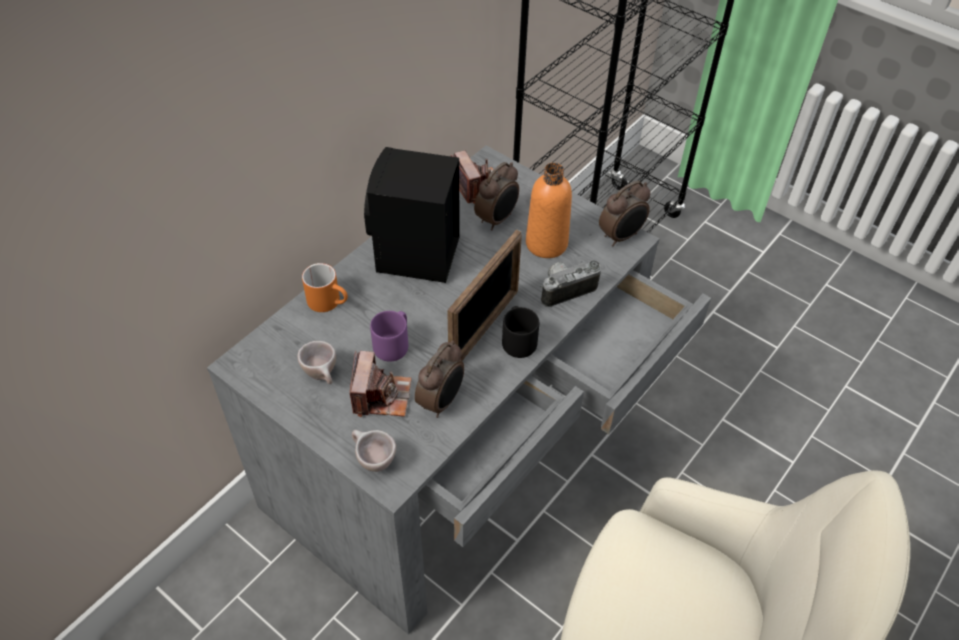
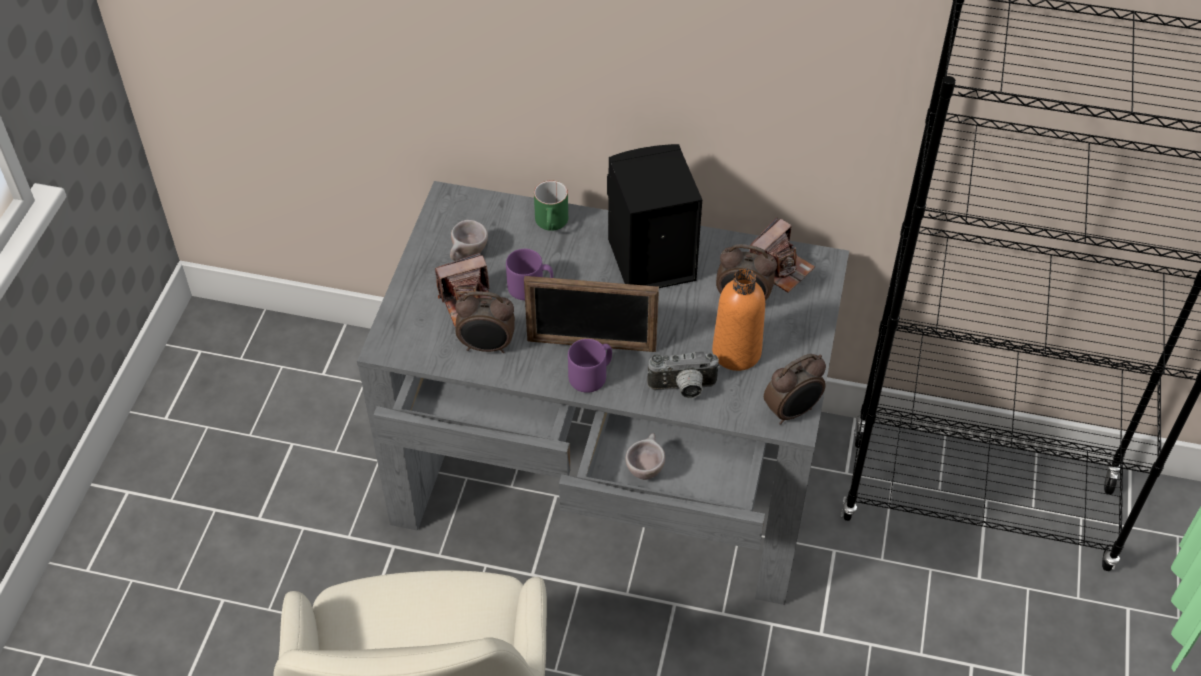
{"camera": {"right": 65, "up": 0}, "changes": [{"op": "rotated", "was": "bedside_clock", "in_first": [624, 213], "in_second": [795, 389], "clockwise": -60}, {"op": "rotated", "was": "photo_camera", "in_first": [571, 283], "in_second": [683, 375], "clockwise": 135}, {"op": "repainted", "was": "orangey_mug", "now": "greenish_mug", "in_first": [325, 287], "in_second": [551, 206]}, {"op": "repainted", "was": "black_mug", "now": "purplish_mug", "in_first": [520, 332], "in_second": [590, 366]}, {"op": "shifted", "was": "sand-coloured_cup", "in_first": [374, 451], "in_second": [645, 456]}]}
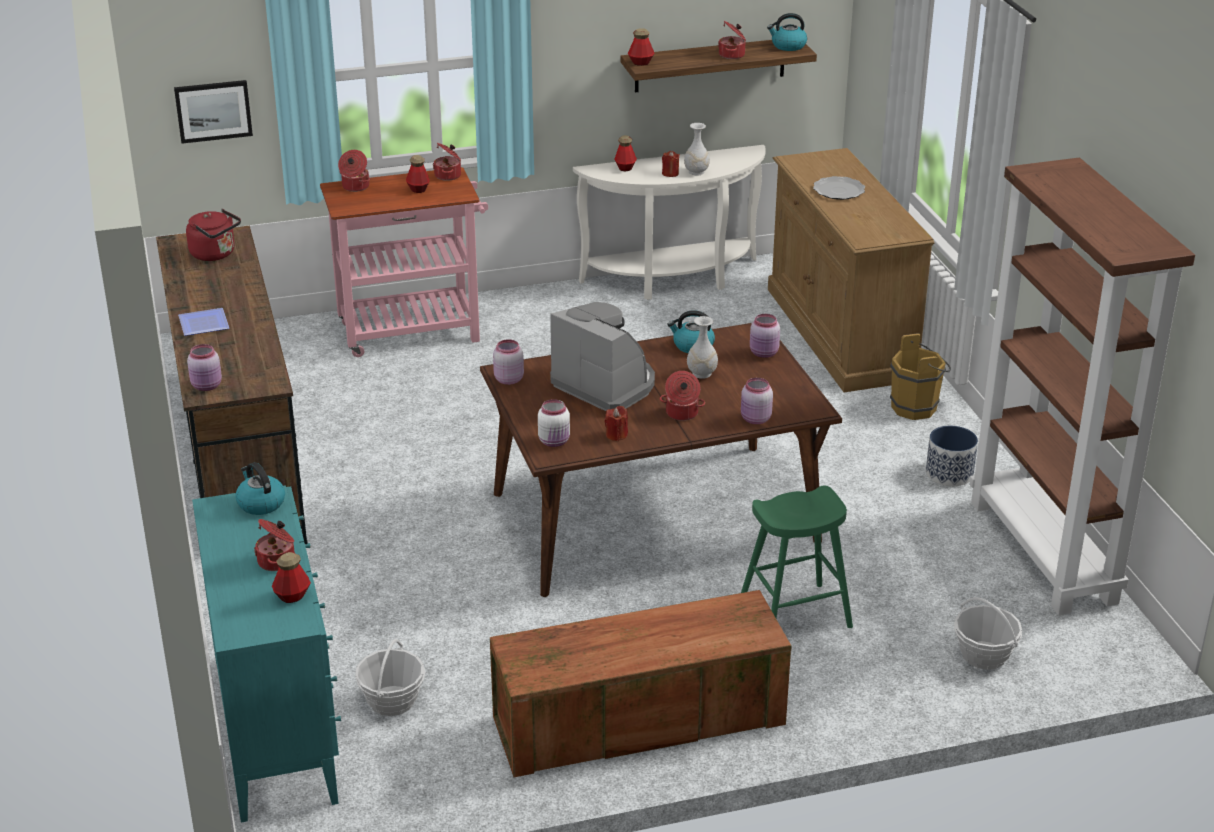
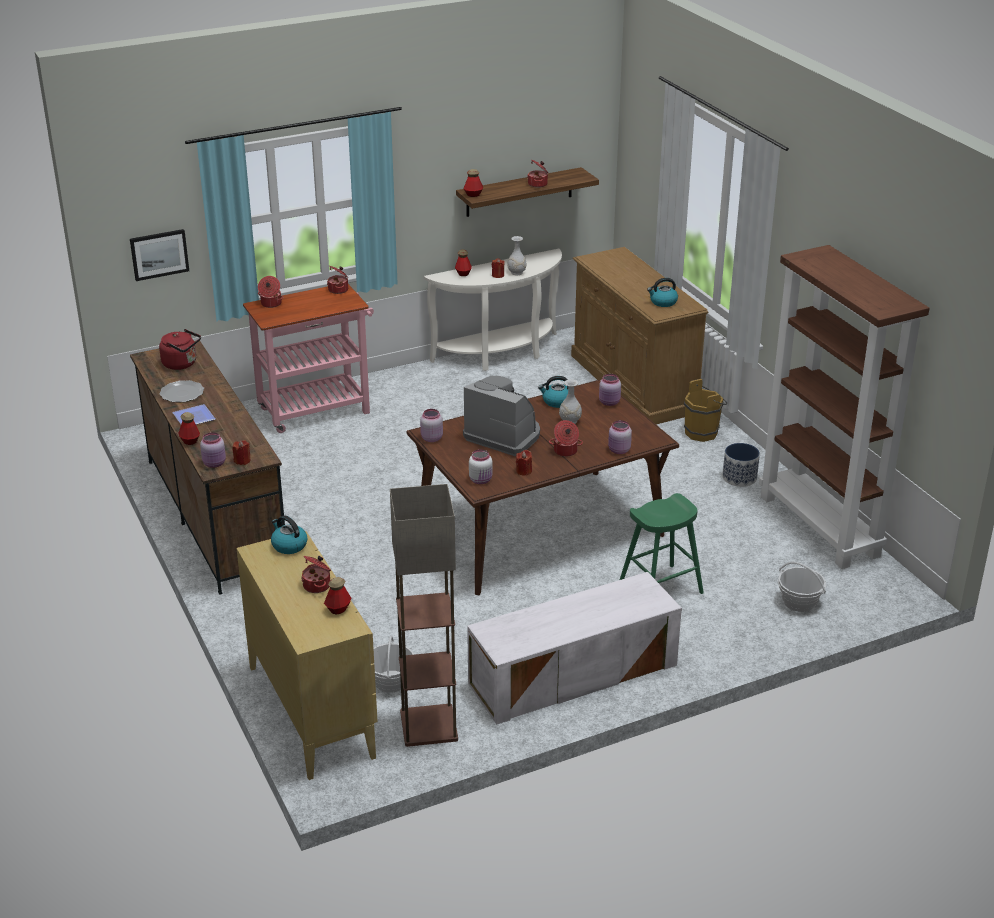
{"camera": {"right": -10, "up": 0}, "changes": [{"op": "shifted", "was": "water_kettle", "in_first": [787, 32], "in_second": [662, 292]}, {"op": "shifted", "was": "bottle", "in_first": [418, 174], "in_second": [189, 428]}, {"op": "shifted", "was": "flat_dish", "in_first": [839, 188], "in_second": [181, 391]}, {"op": "repainted", "was": "blue-green_drawer_chest", "now": "sand-coloured_drawer_chest", "in_first": [266, 654], "in_second": [307, 655]}, {"op": "repainted", "was": "brown_long_seat", "now": "white-coloured_long_seat", "in_first": [641, 683], "in_second": [574, 648]}, {"op": "new", "now": "red_wax_light", "in_second": [241, 452]}, {"op": "new", "now": "standard_lamp", "in_second": [424, 615]}]}
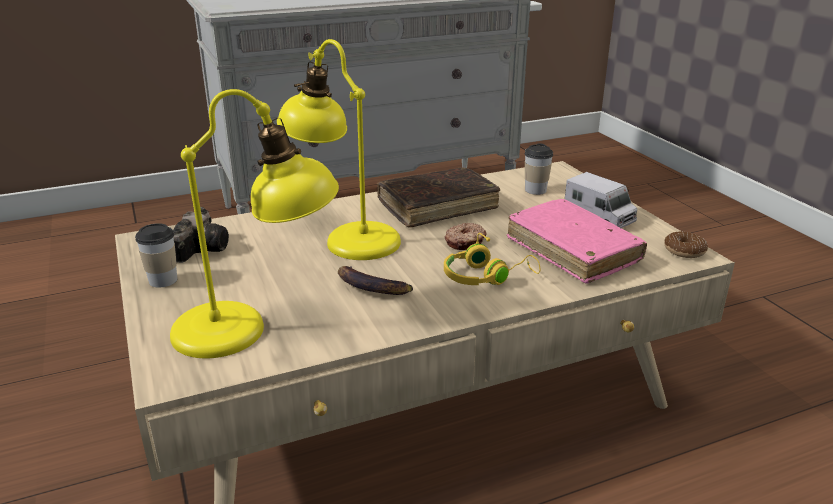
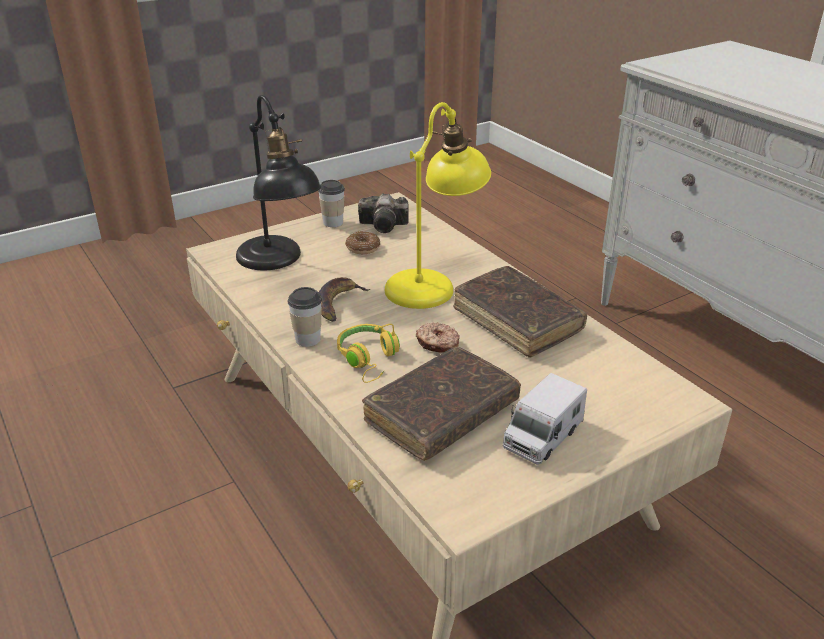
{"camera": {"right": 80, "up": 5}, "changes": [{"op": "repainted", "was": "yellow-coloured_lamp_for_a_table", "now": "black_lamp_for_a_table", "in_first": [254, 223], "in_second": [278, 182]}, {"op": "shifted", "was": "cup", "in_first": [538, 169], "in_second": [304, 317]}, {"op": "repainted", "was": "pink_volume", "now": "brown_volume", "in_first": [577, 241], "in_second": [441, 403]}, {"op": "shifted", "was": "doughnut", "in_first": [686, 244], "in_second": [362, 242]}]}
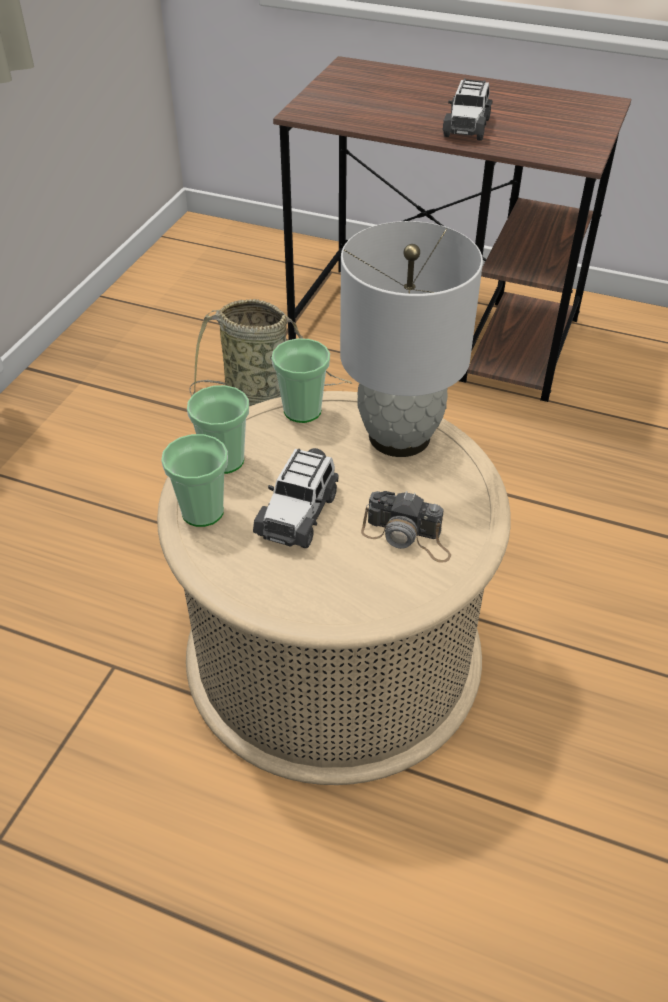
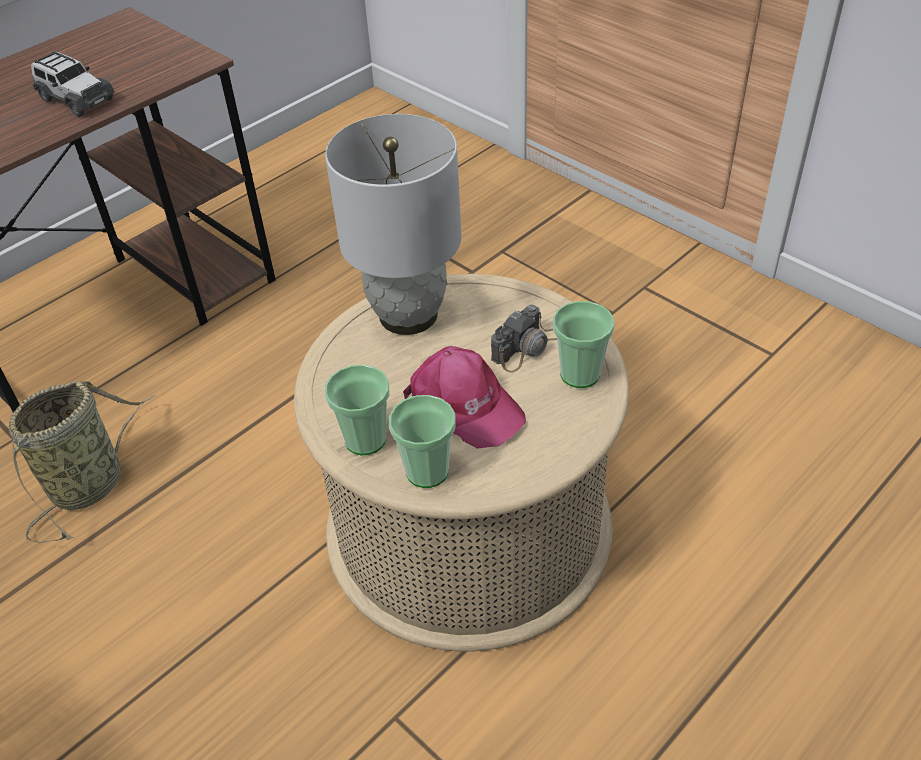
{"camera": {"right": -65, "up": 0}, "changes": [{"op": "shifted", "was": "cup", "in_first": [301, 380], "in_second": [583, 344]}, {"op": "swapped", "was": "miniature_car", "now": "pink_baseball_cap", "in_first": [295, 498], "in_second": [464, 397]}]}
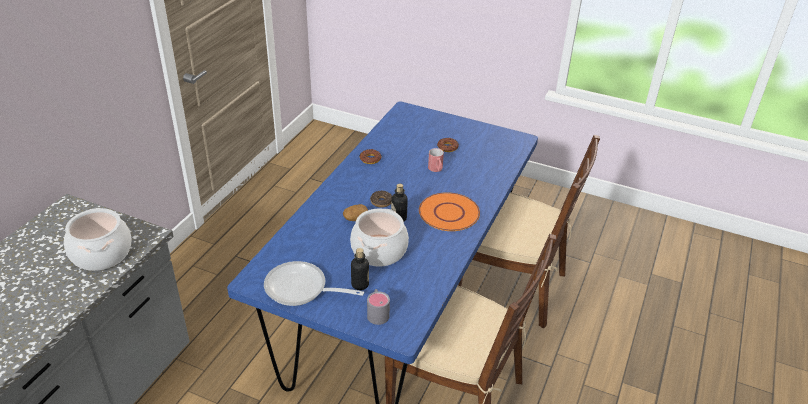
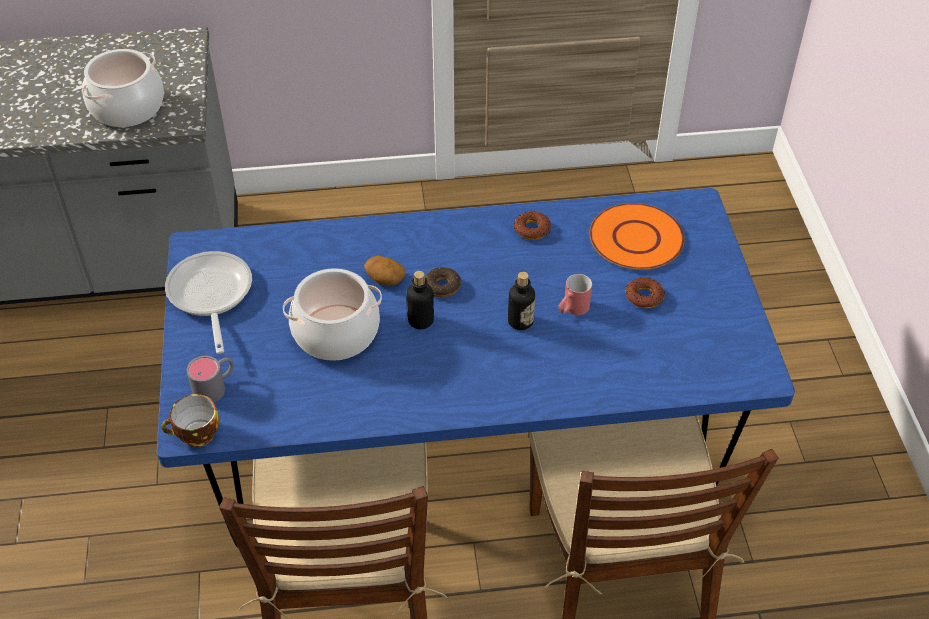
{"camera": {"right": 60, "up": 10}, "changes": [{"op": "shifted", "was": "orangey_flat_dish", "in_first": [449, 211], "in_second": [637, 236]}, {"op": "shifted", "was": "bottle", "in_first": [360, 269], "in_second": [521, 301]}, {"op": "new", "now": "cup", "in_second": [190, 420]}]}
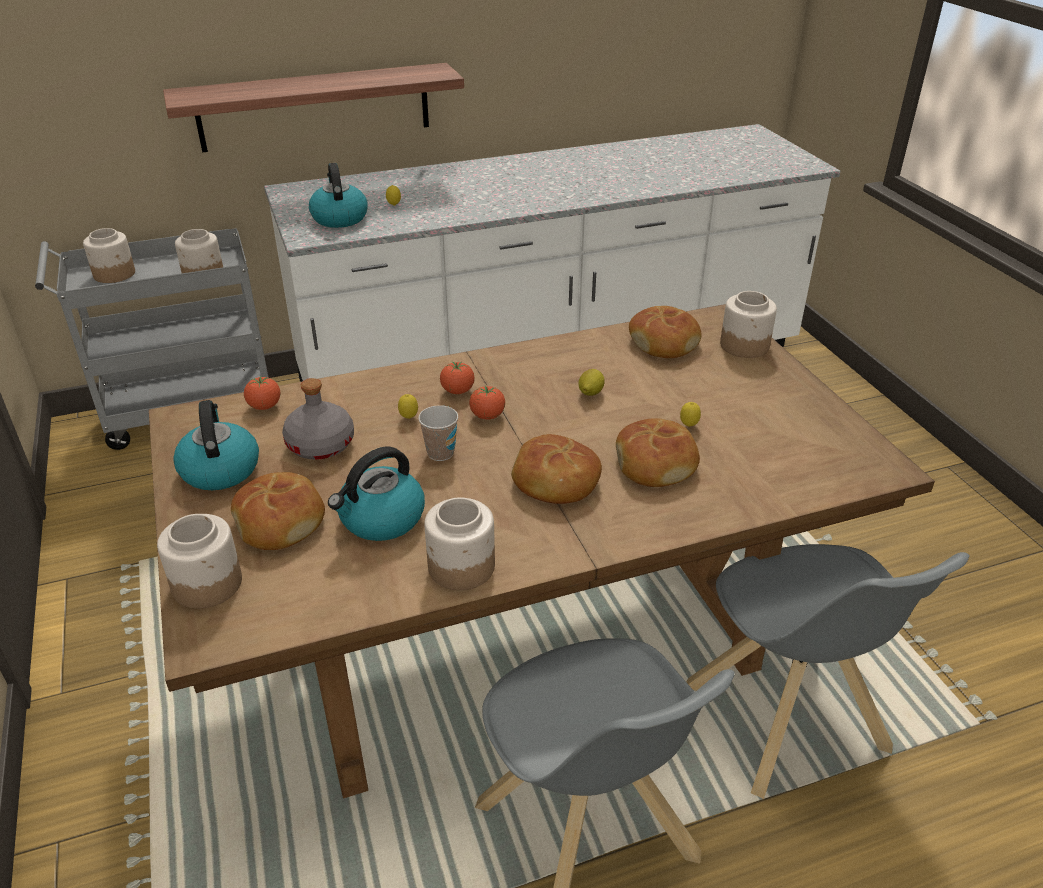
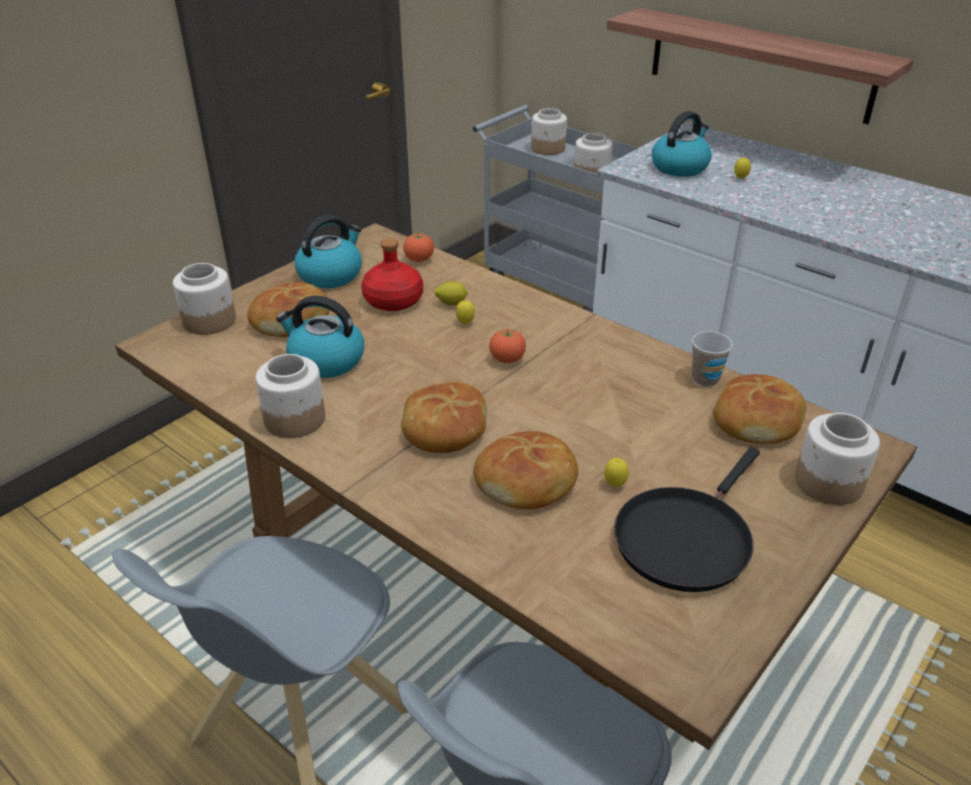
{"camera": {"right": 60, "up": 0}, "changes": [{"op": "gone", "was": "fresh_tomato", "in_first": [457, 378]}, {"op": "shifted", "was": "citrus_fruit", "in_first": [591, 382], "in_second": [451, 293]}, {"op": "repainted", "was": "greyish_bottle", "now": "red_bottle", "in_first": [318, 419], "in_second": [392, 274]}, {"op": "shifted", "was": "cup", "in_first": [438, 433], "in_second": [712, 359]}, {"op": "new", "now": "black_skillet", "in_second": [687, 519]}]}
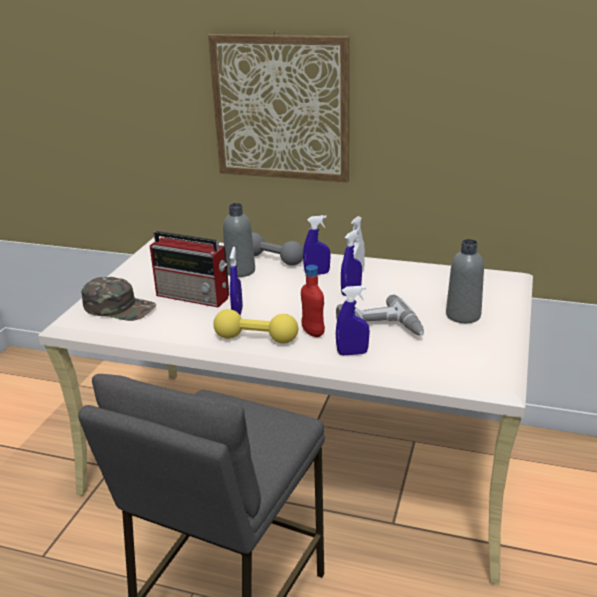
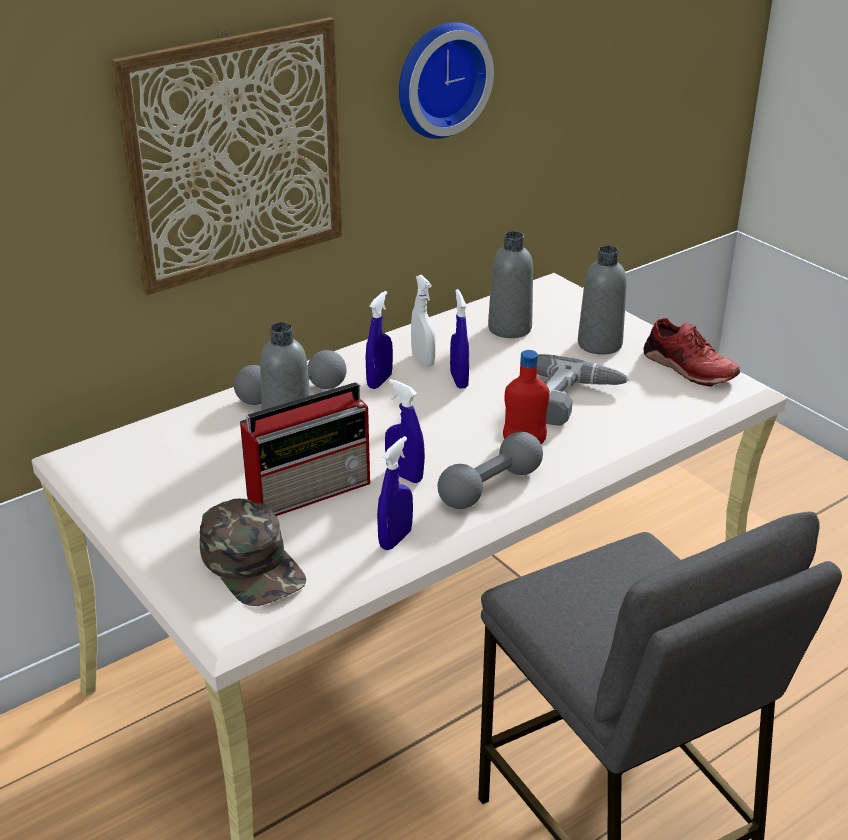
{"camera": {"right": -55, "up": 5}, "changes": [{"op": "rotated", "was": "greenish_baseball_cap", "in_first": [118, 299], "in_second": [253, 552], "clockwise": 90}, {"op": "shifted", "was": "blue-coloured_sprayer", "in_first": [353, 320], "in_second": [395, 493]}, {"op": "repainted", "was": "yellow-coloured_dumbbell", "now": "greyish_dumbbell", "in_first": [255, 326], "in_second": [490, 470]}, {"op": "new", "now": "hanging_clock", "in_second": [446, 80]}, {"op": "new", "now": "greyish_bottle", "in_second": [510, 284]}, {"op": "new", "now": "red_low_shoe", "in_second": [692, 352]}]}
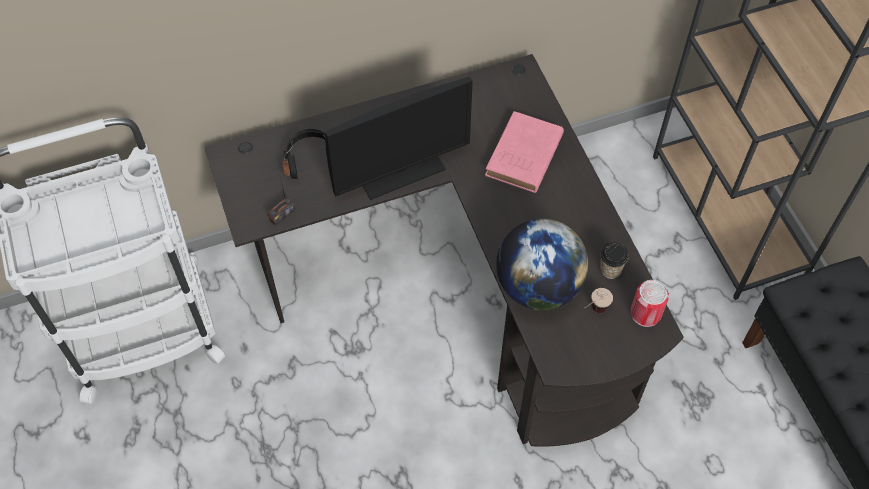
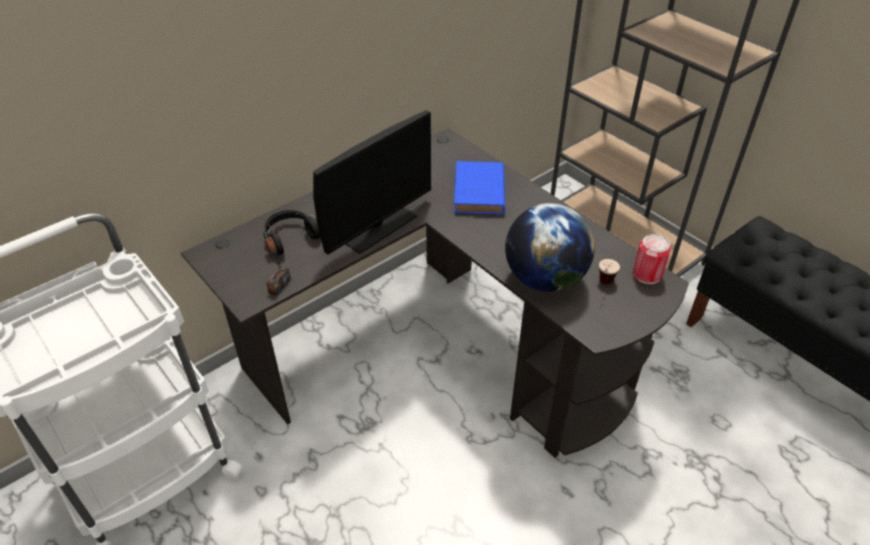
{"camera": {"right": -20, "up": -15}, "changes": [{"op": "repainted", "was": "pink_volume", "now": "blue-coloured_volume", "in_first": [524, 152], "in_second": [479, 187]}, {"op": "gone", "was": "cup", "in_first": [614, 260]}]}
